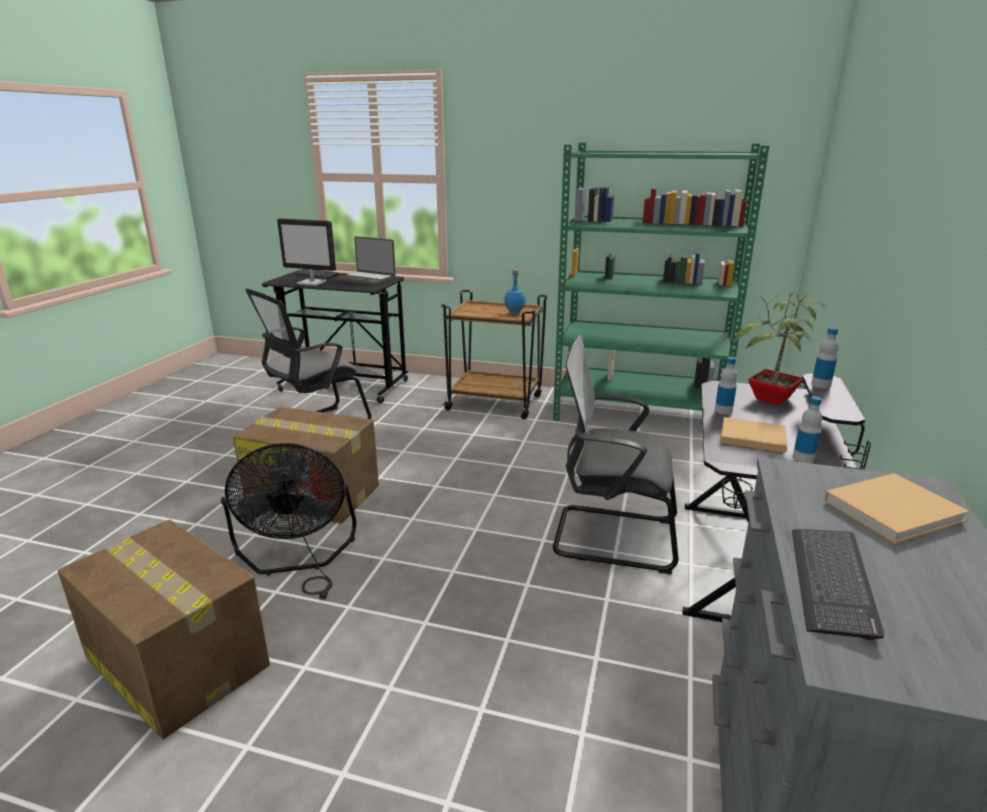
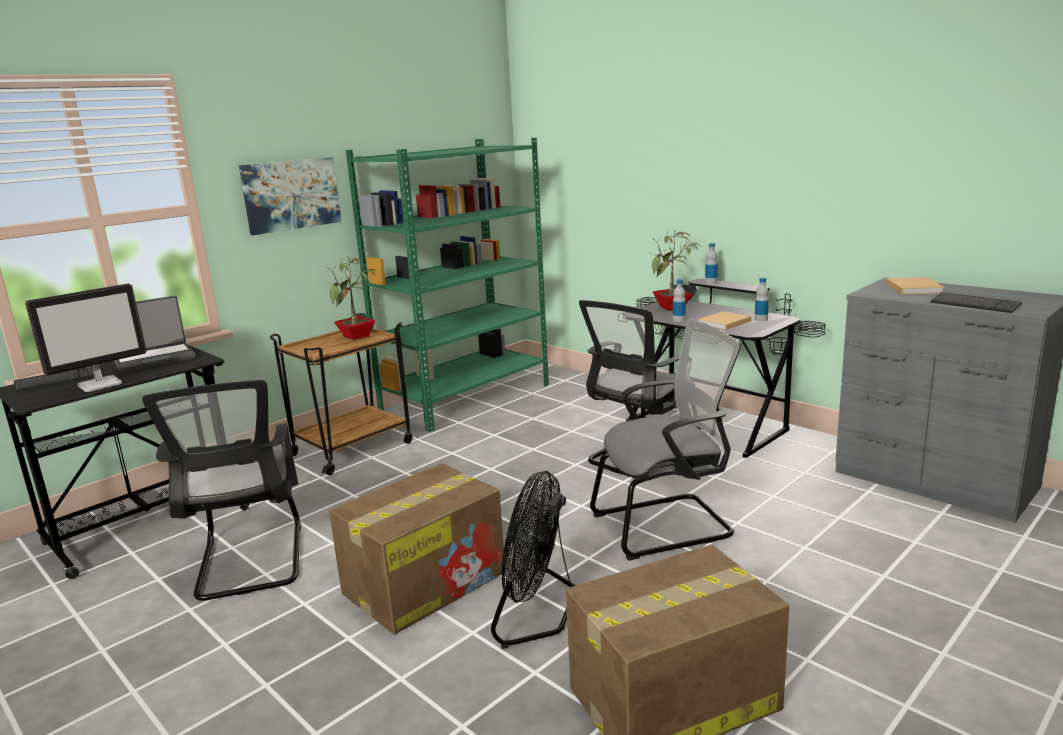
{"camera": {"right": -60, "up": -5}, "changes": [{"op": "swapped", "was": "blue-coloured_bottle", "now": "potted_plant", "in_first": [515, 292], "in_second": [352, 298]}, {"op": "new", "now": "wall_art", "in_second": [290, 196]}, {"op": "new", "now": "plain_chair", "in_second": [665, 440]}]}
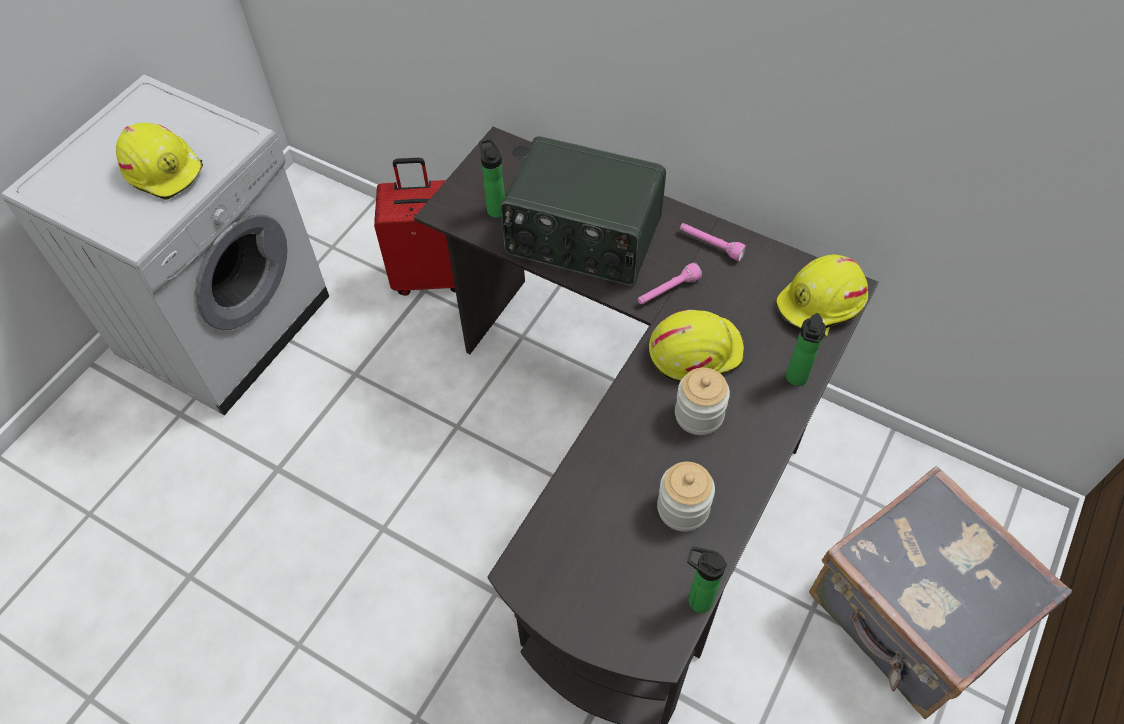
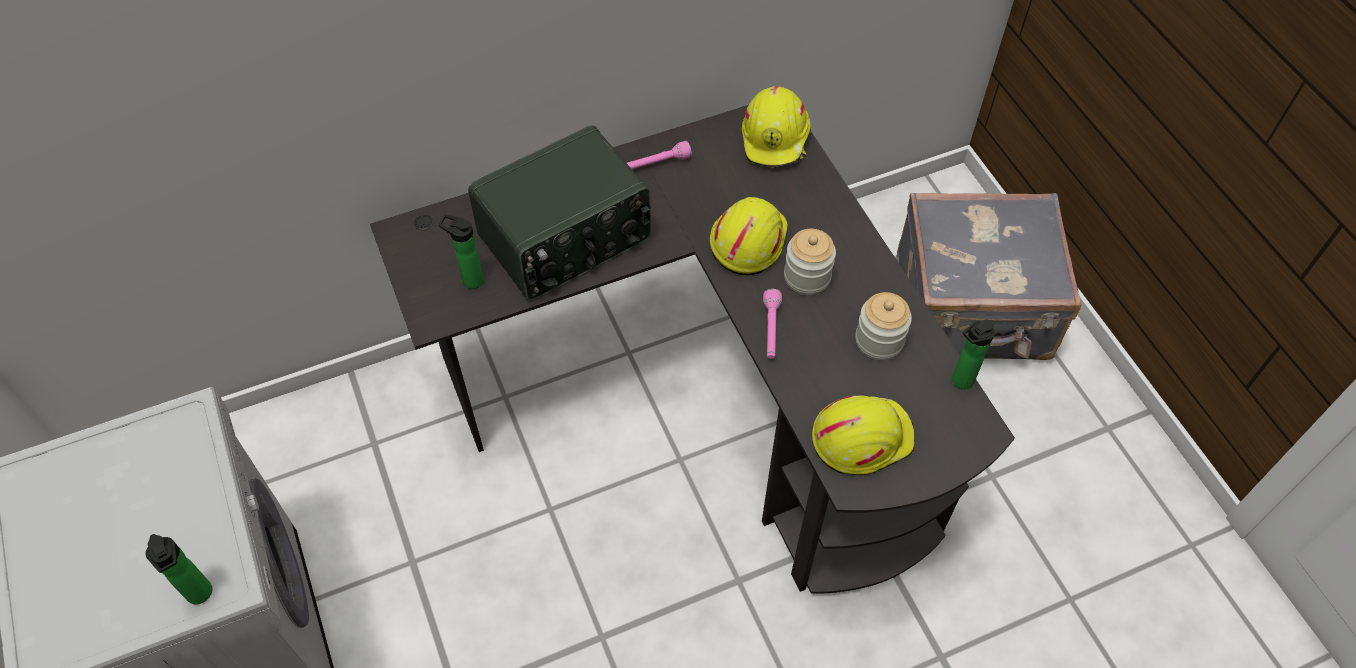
{"camera": {"right": -55, "up": 0}, "changes": [{"op": "shifted", "was": "yellow-coloured_work_helmet", "in_first": [159, 161], "in_second": [863, 435]}, {"op": "gone", "was": "red_travel_case", "in_first": [415, 227]}, {"op": "shifted", "was": "pink_torch", "in_first": [670, 283], "in_second": [772, 324]}, {"op": "shifted", "was": "bottle", "in_first": [806, 349], "in_second": [179, 569]}]}
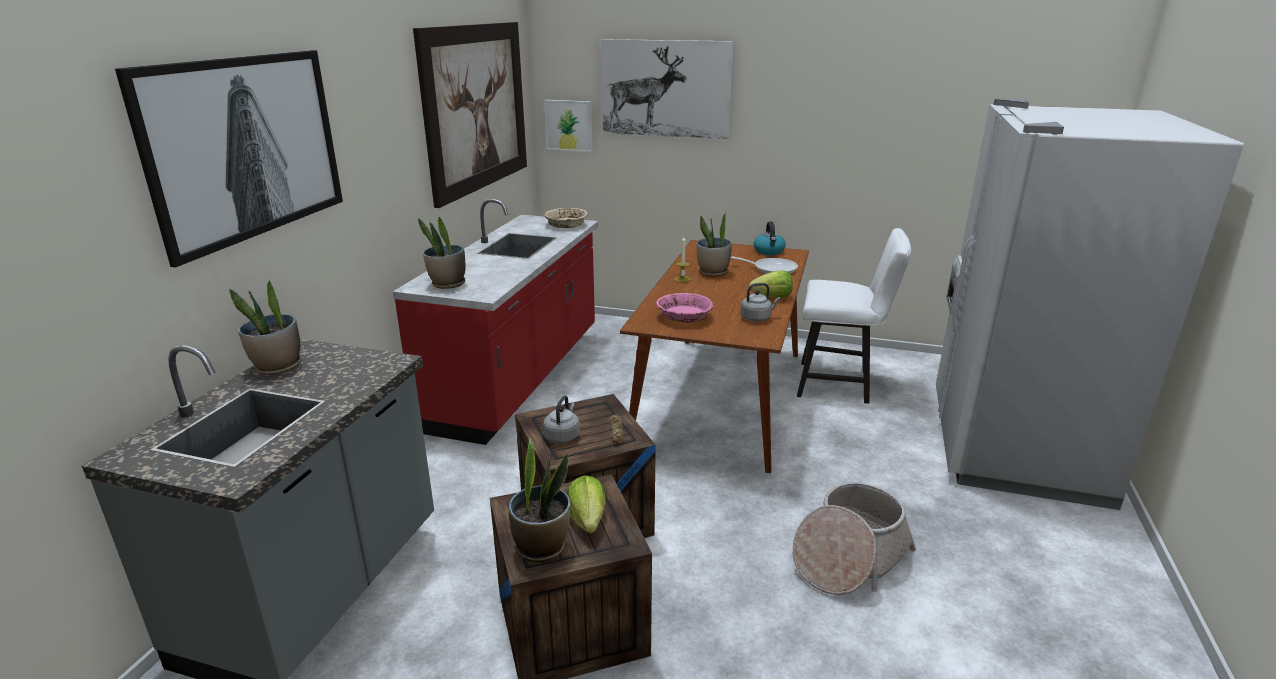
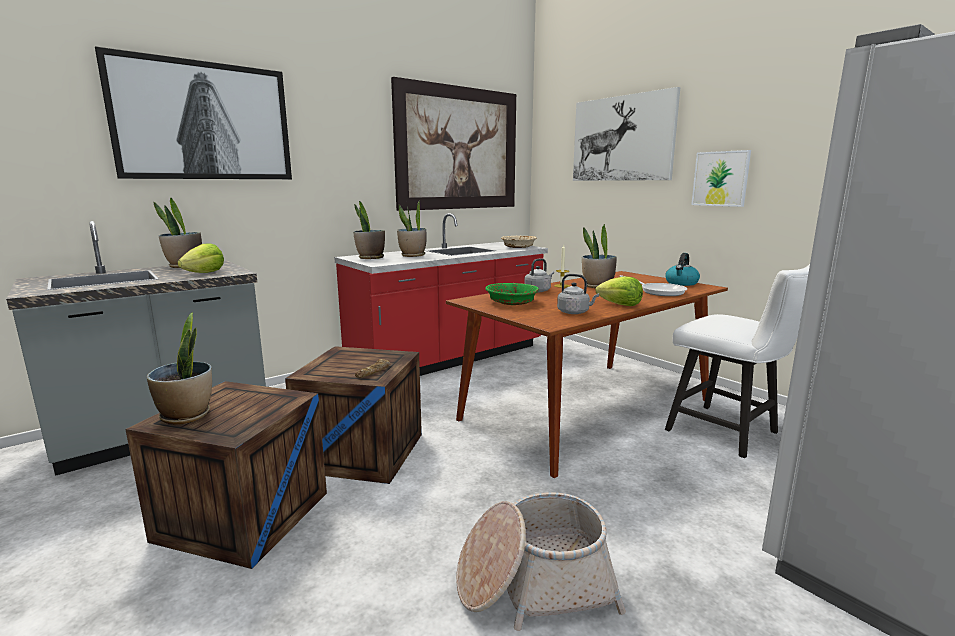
{"camera": {"right": 35, "up": -10}, "changes": [{"op": "shifted", "was": "wall_art", "in_first": [568, 126], "in_second": [721, 178]}, {"op": "repainted", "was": "pink_bowl", "now": "greenish_bowl", "in_first": [684, 308], "in_second": [512, 294]}, {"op": "shifted", "was": "greyish_water_kettle", "in_first": [561, 419], "in_second": [539, 275]}, {"op": "shifted", "was": "lettuce_head", "in_first": [586, 504], "in_second": [200, 258]}, {"op": "new", "now": "potted_plant", "in_second": [412, 229]}]}
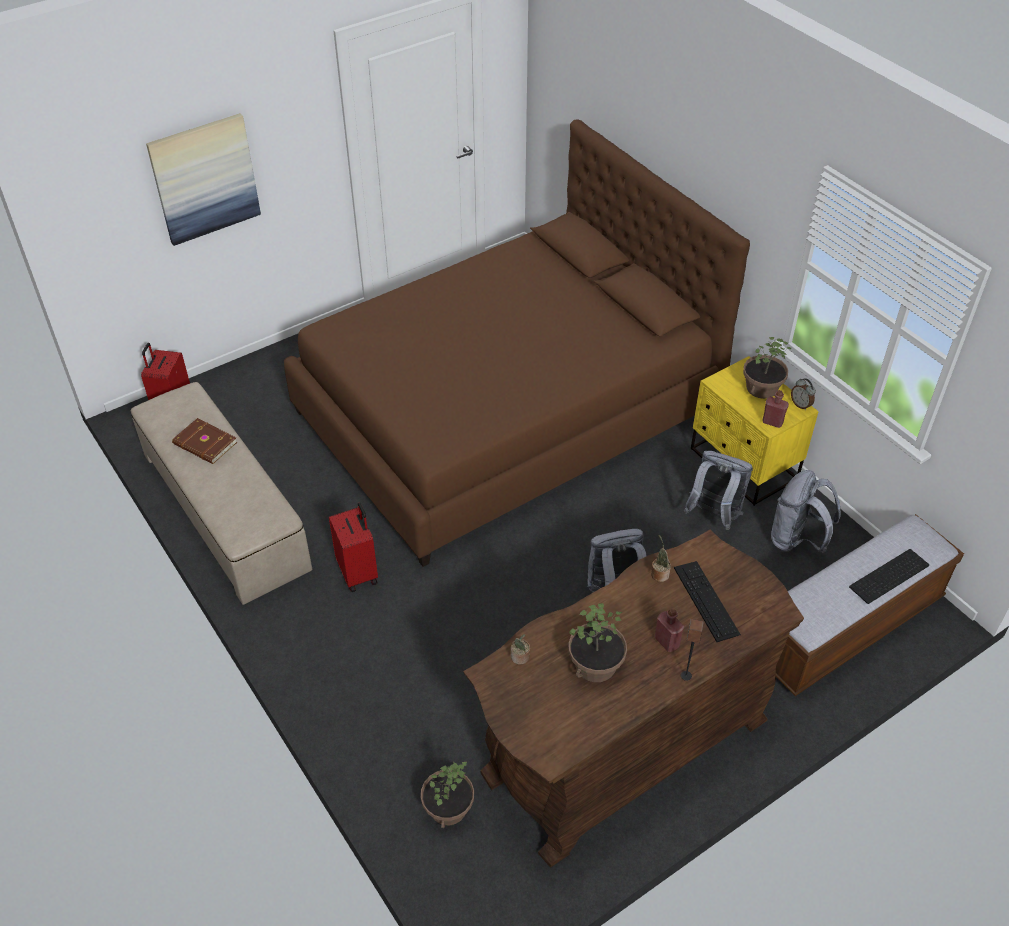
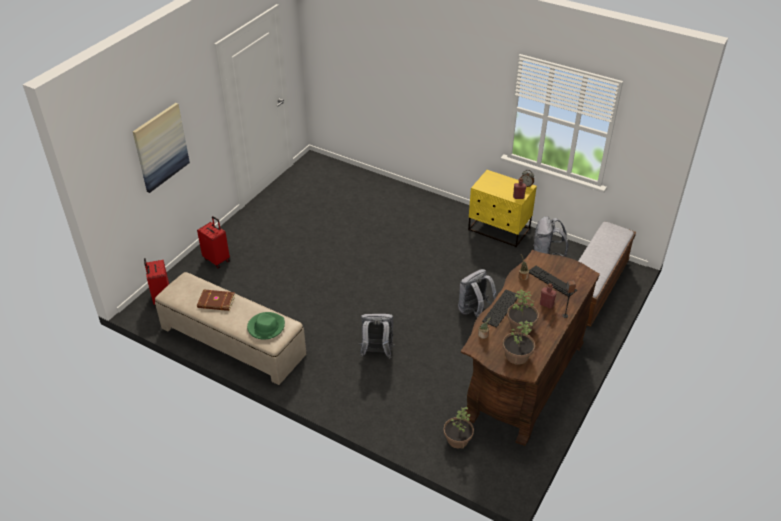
{"camera": {"right": -25, "up": -5}, "changes": [{"op": "gone", "was": "brown_bedroom_bed", "in_first": [517, 343]}, {"op": "shifted", "was": "potted_plant", "in_first": [767, 368], "in_second": [519, 343]}, {"op": "shifted", "was": "greyish_rucksack", "in_first": [718, 490], "in_second": [377, 336]}, {"op": "shifted", "was": "red_travel_case", "in_first": [353, 547], "in_second": [213, 242]}, {"op": "shifted", "was": "PC_keyboard", "in_first": [889, 576], "in_second": [500, 309]}, {"op": "new", "now": "greenish_hat", "in_second": [266, 326]}]}
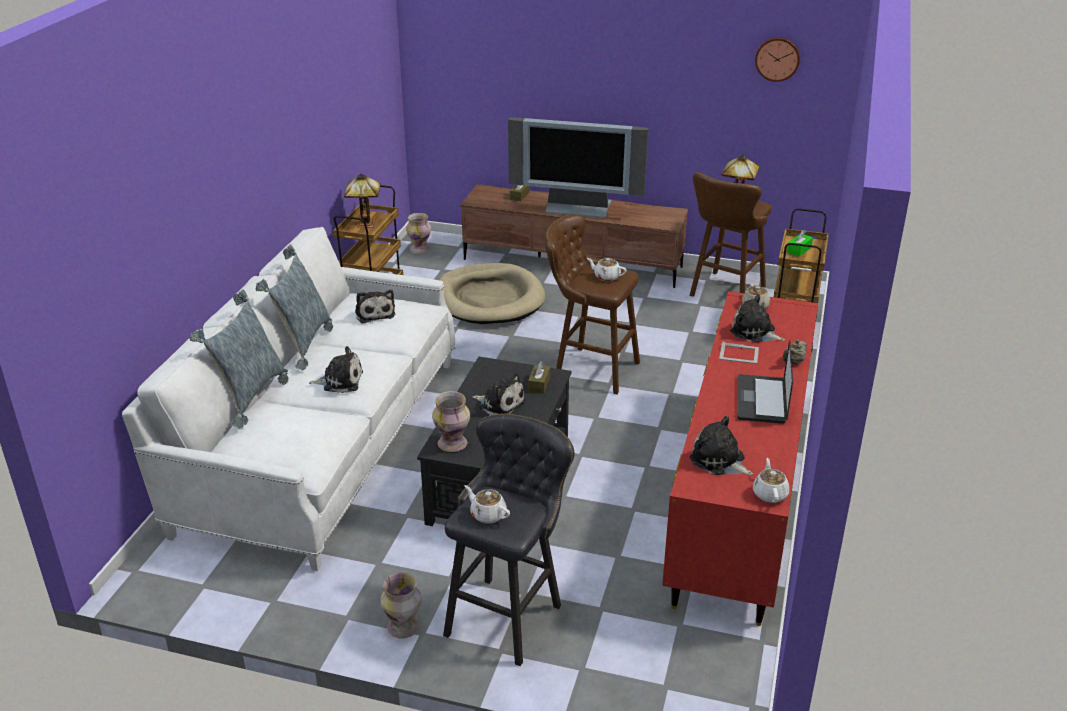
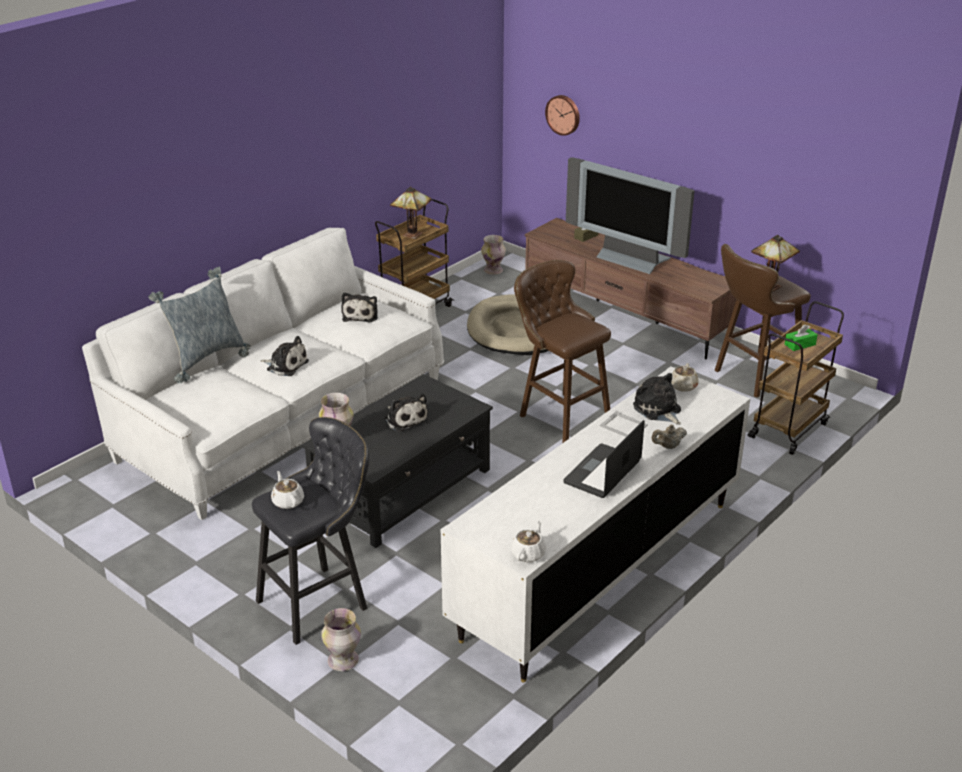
{"camera": {"right": 25, "up": 0}, "changes": [{"op": "shifted", "was": "hanging_clock", "in_first": [777, 59], "in_second": [562, 115]}, {"op": "gone", "was": "pillow", "in_first": [294, 307]}, {"op": "gone", "was": "white-coloured_tea_pot", "in_first": [607, 269]}, {"op": "repainted", "was": "red_cupboard", "now": "white-coloured_cupboard", "in_first": [740, 458], "in_second": [595, 524]}, {"op": "gone", "was": "brown_tissue_holder", "in_first": [539, 378]}, {"op": "gone", "was": "cuddly_toy", "in_first": [721, 445]}, {"op": "shifted", "was": "flower_vase", "in_first": [401, 606], "in_second": [341, 639]}]}
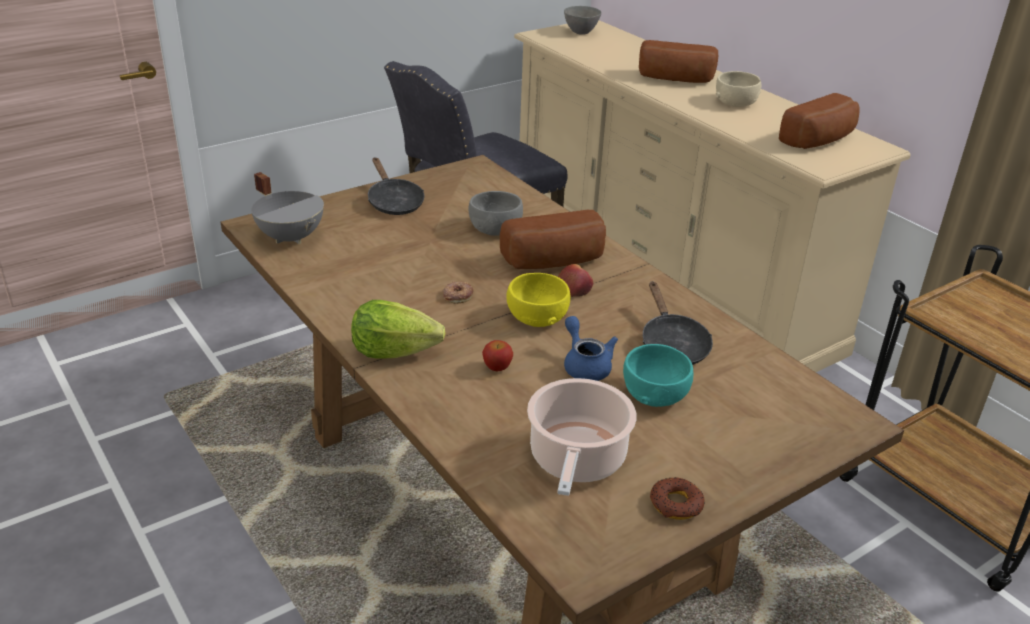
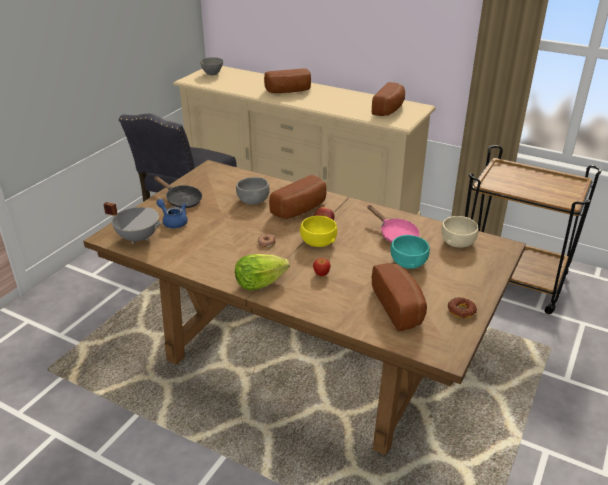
{"camera": {"right": -25, "up": 0}, "changes": [{"op": "shifted", "was": "sand-coloured_bowl", "in_first": [739, 89], "in_second": [460, 232]}, {"op": "repainted", "was": "black_skillet", "now": "pink_skillet", "in_first": [678, 323], "in_second": [393, 224]}, {"op": "shifted", "was": "blue-coloured_tea_pot", "in_first": [591, 348], "in_second": [172, 213]}, {"op": "swapped", "was": "saucepot", "now": "baked_bread", "in_first": [582, 437], "in_second": [399, 297]}]}
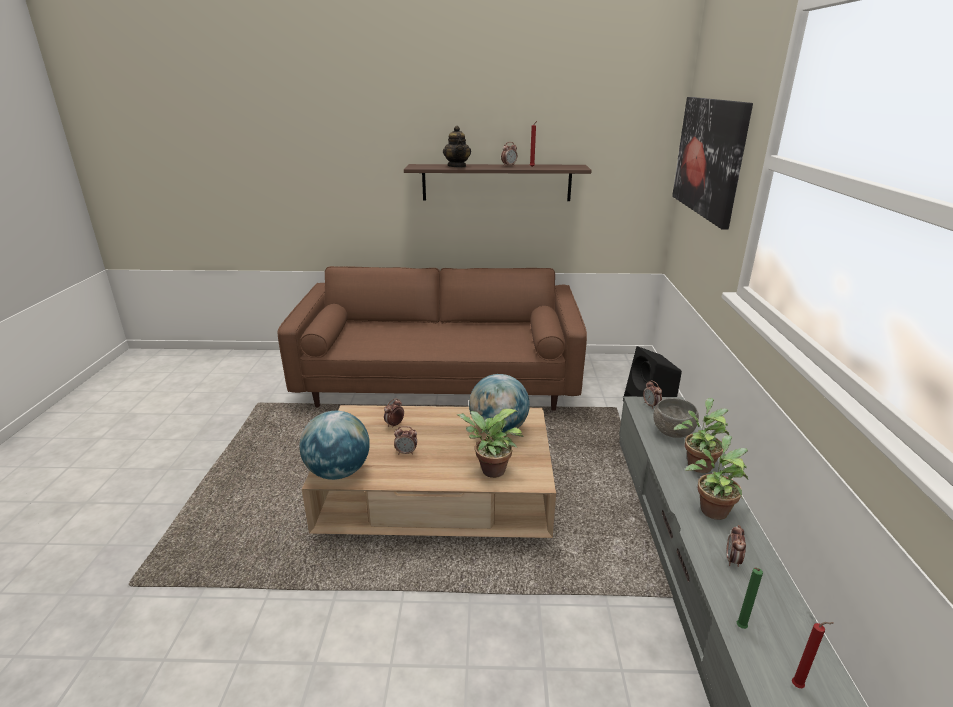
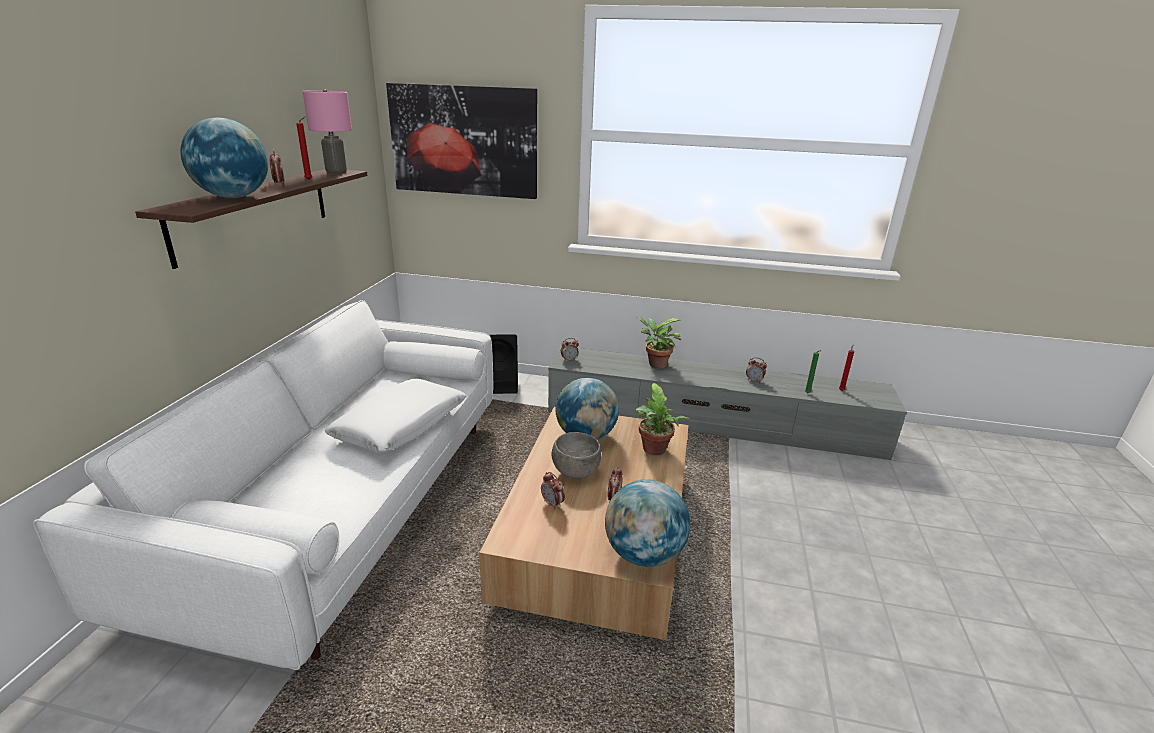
{"camera": {"right": -80, "up": 0}, "changes": [{"op": "swapped", "was": "tea_pot", "now": "world_globe", "in_first": [457, 147], "in_second": [224, 158]}, {"op": "repainted", "was": "brown_couch", "now": "white-coloured_couch", "in_first": [432, 338], "in_second": [263, 485]}, {"op": "shifted", "was": "greyish_bowl", "in_first": [676, 418], "in_second": [576, 455]}, {"op": "gone", "was": "potted_plant", "in_first": [716, 477]}, {"op": "new", "now": "pink_lamp_for_a_table", "in_second": [327, 132]}, {"op": "new", "now": "white-coloured_pillow", "in_second": [396, 416]}]}
